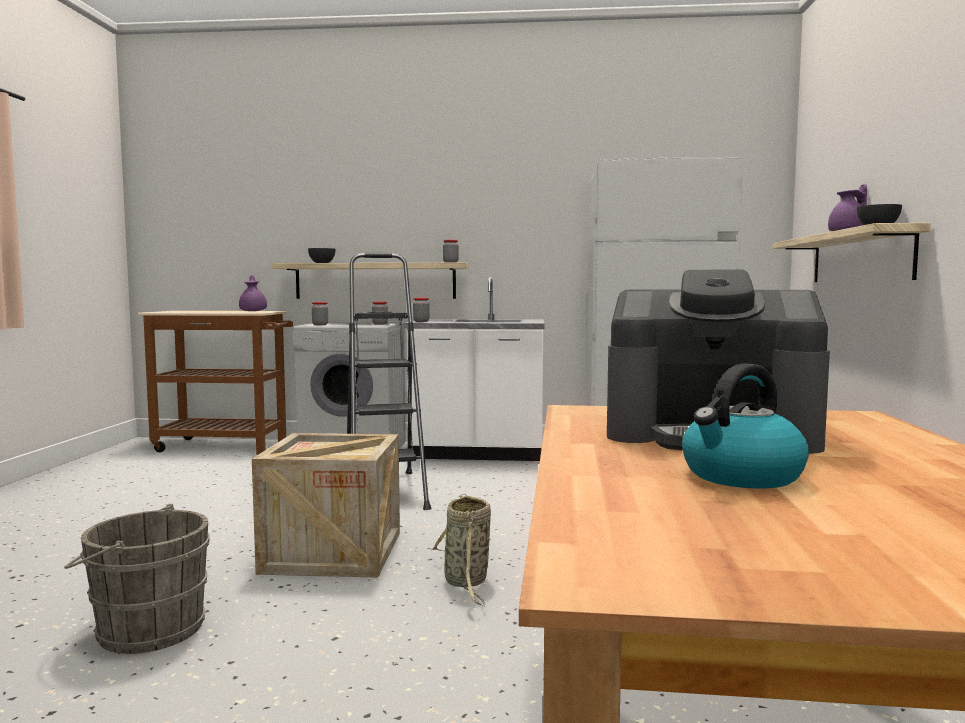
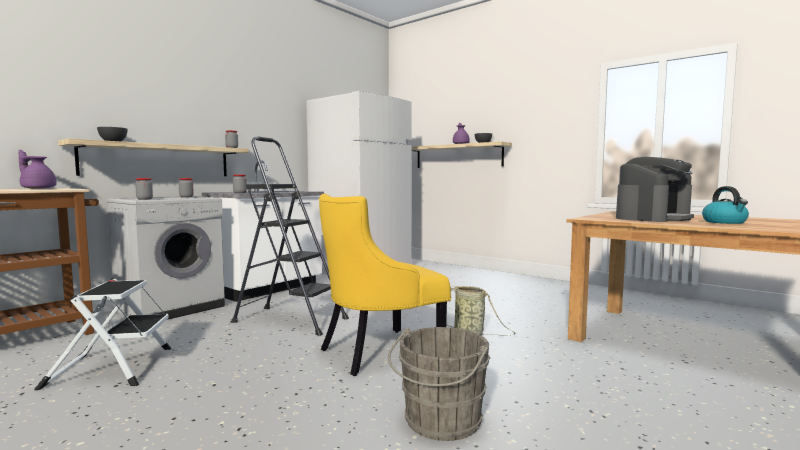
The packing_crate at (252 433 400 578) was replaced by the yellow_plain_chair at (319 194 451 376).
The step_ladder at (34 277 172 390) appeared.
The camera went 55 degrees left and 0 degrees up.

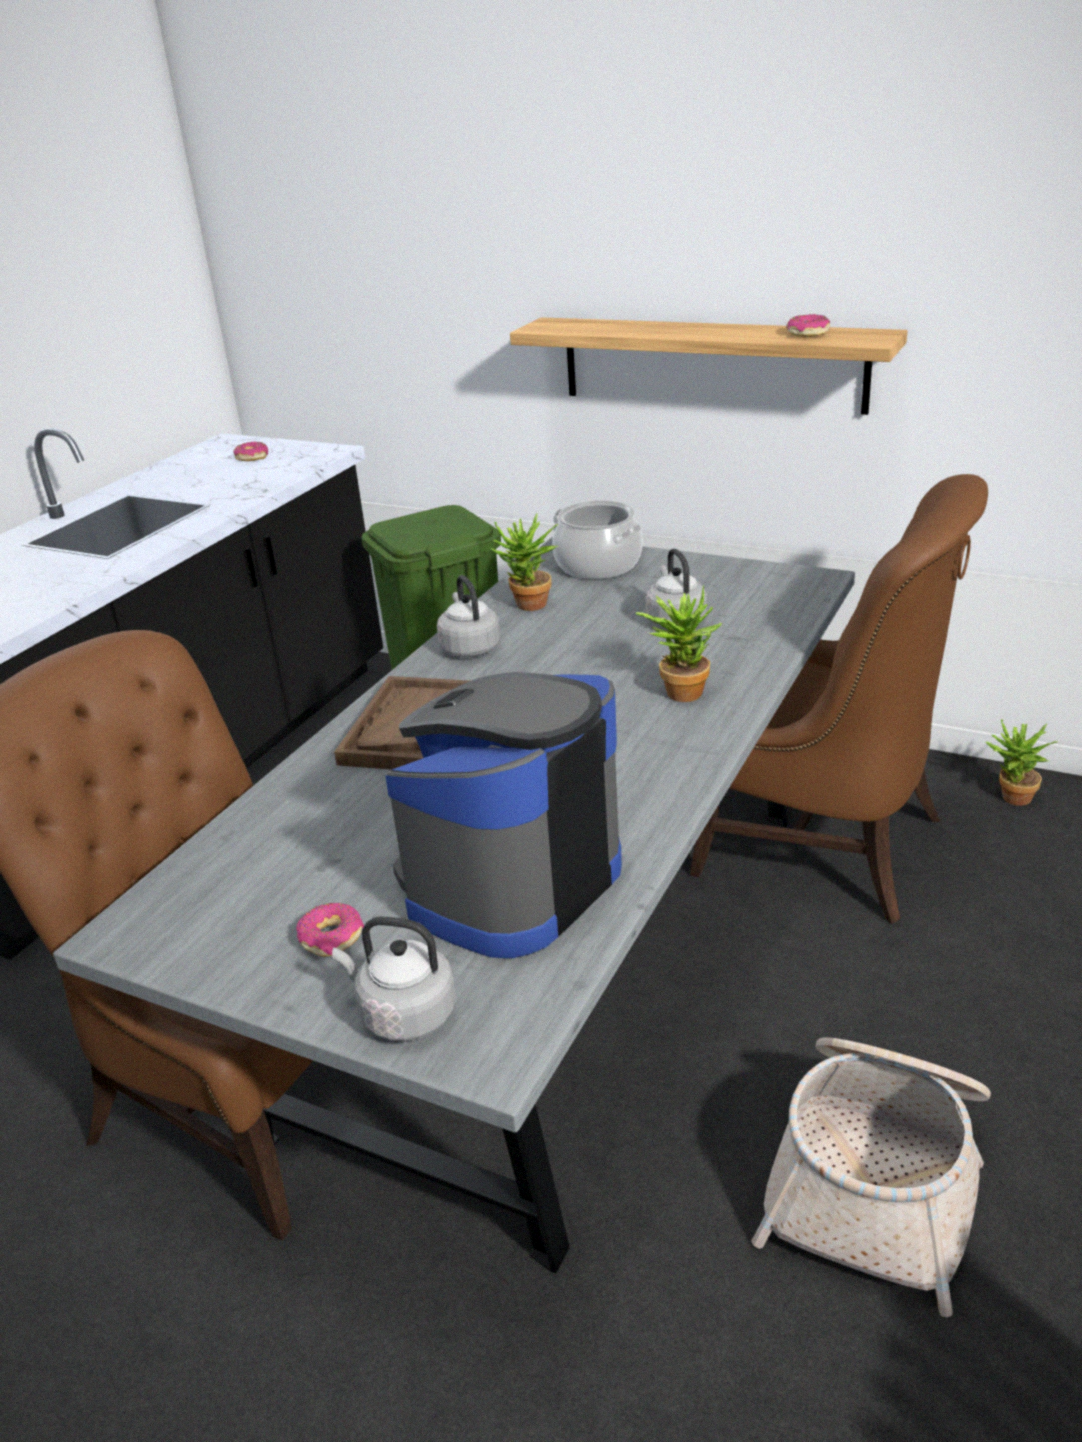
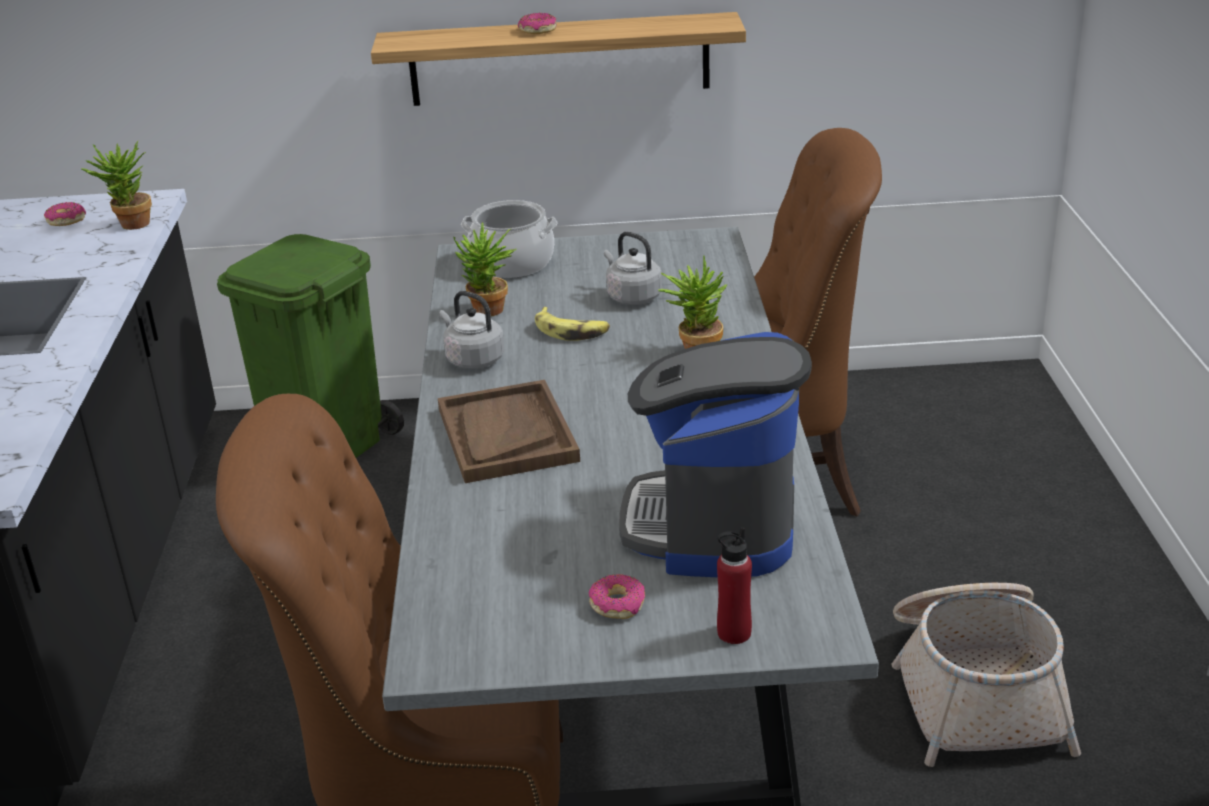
The gray_tea_kettle at (332 917 456 1041) was replaced by the red-coloured_beverage_bottle at (717 527 752 644).
The ring_doughnut moved from (786 314 830 337) to (518 13 557 34).
The plant_in_a_pot moved from (985 719 1057 806) to (81 141 152 230).
The whole_banana at (535 307 610 341) appeared.
The camera went 30 degrees left and 0 degrees up.

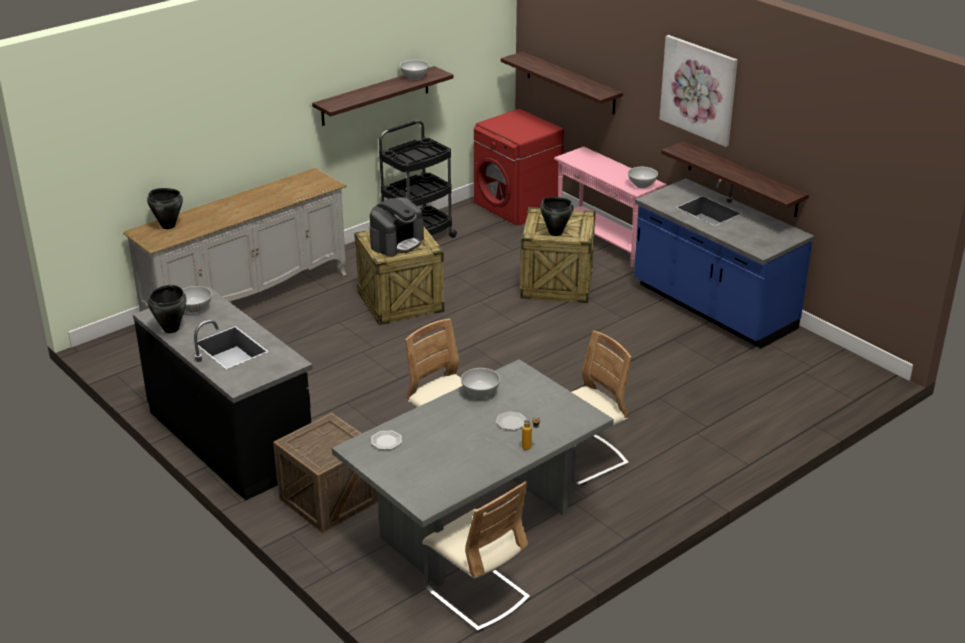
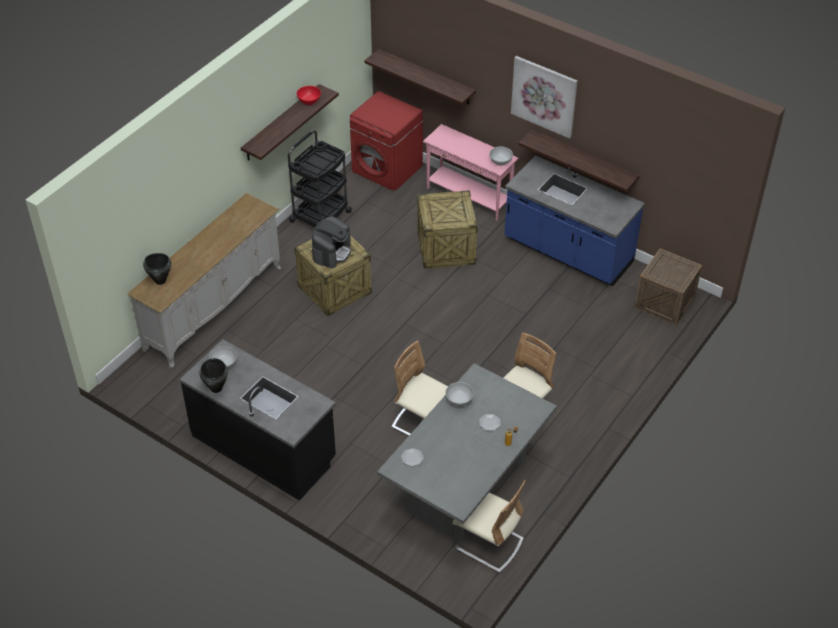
The packing_crate moved from (273 413 378 533) to (635 248 702 325).
The whitish_deep_dish at (400 60 430 80) became the red-coloured_deep_dish at (297 86 321 105).
The blackish_stockpot at (540 197 573 236) disappeared.
The camera went 15 degrees left and 15 degrees up.

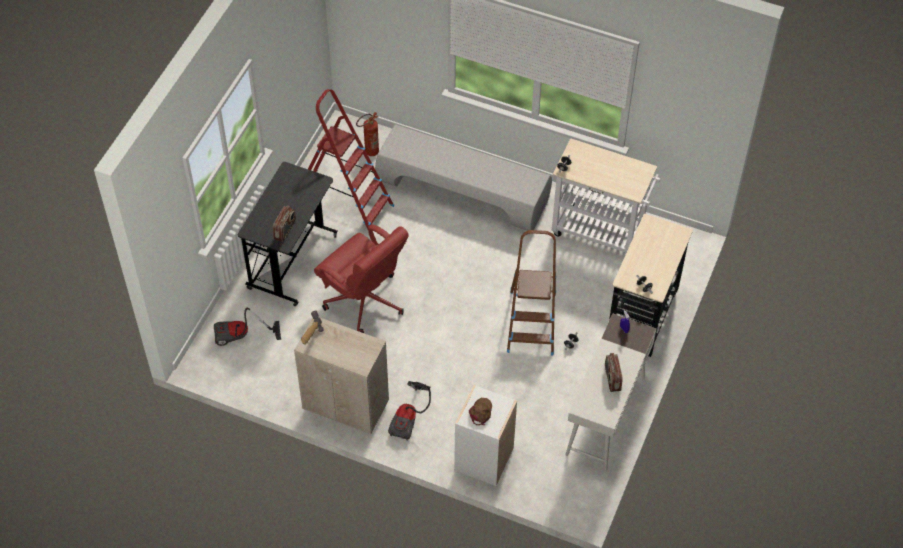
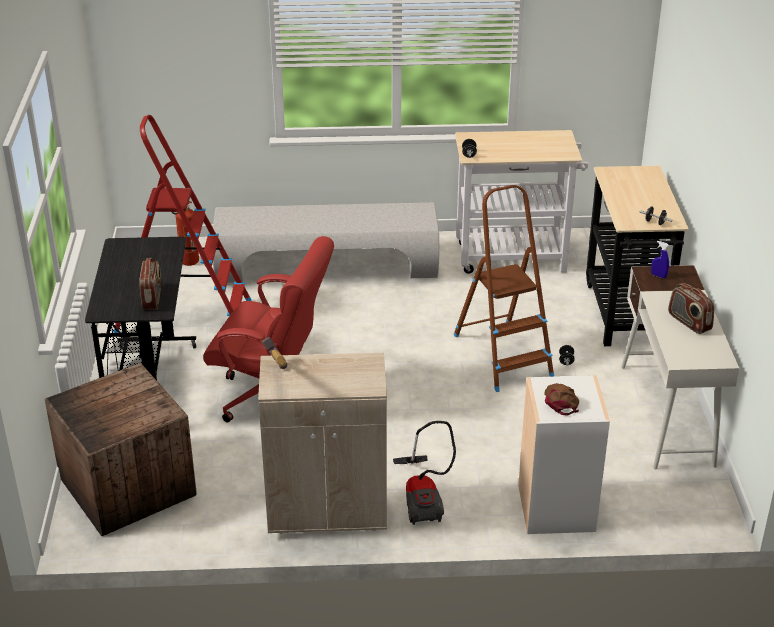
The vacuum at (214 307 281 346) was replaced by the packing_crate at (45 363 197 536).
The camera went 25 degrees left and 20 degrees down.

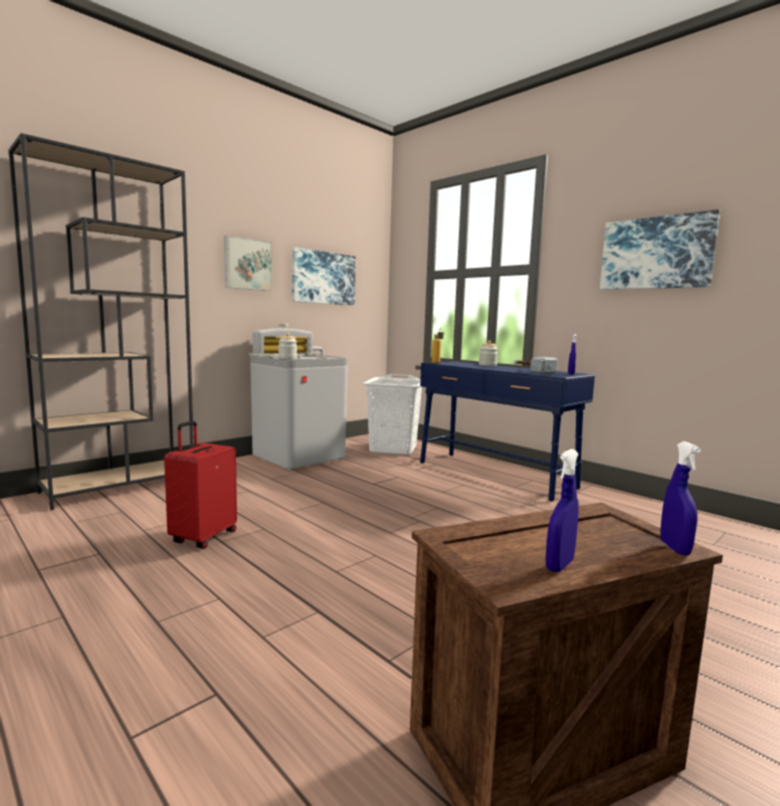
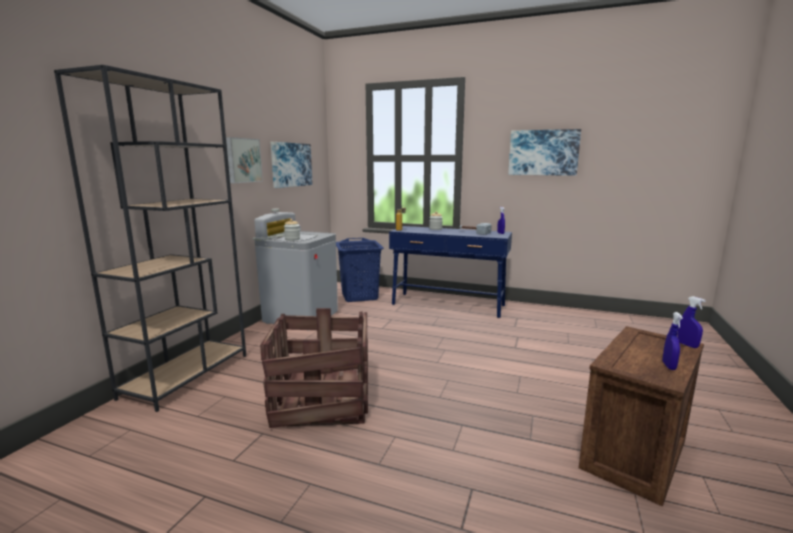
The red-coloured_piece_of_luggage at (164 421 237 549) was replaced by the packing_crate at (260 308 368 428).
The whitish_laundry_basket at (363 374 422 455) became the blue-coloured_laundry_basket at (336 238 384 302).
The camera went 25 degrees left and 5 degrees up.

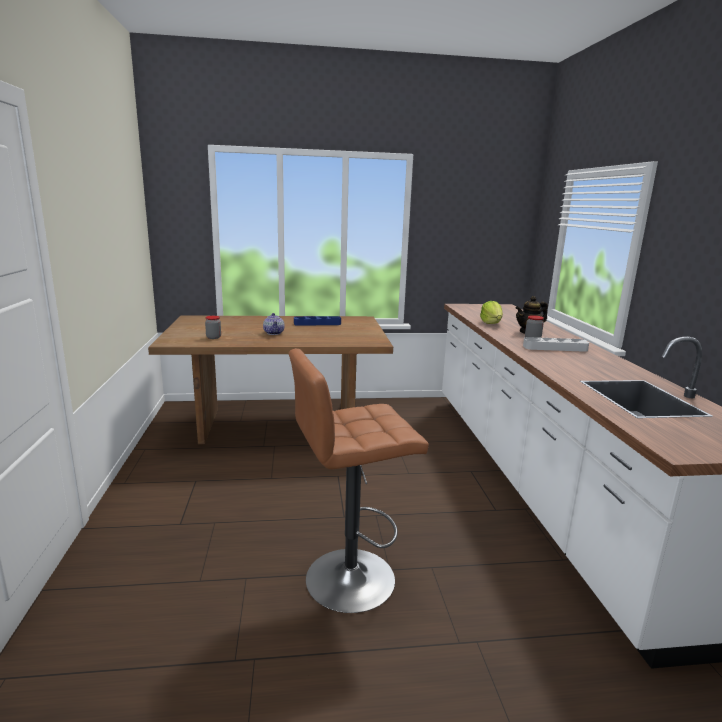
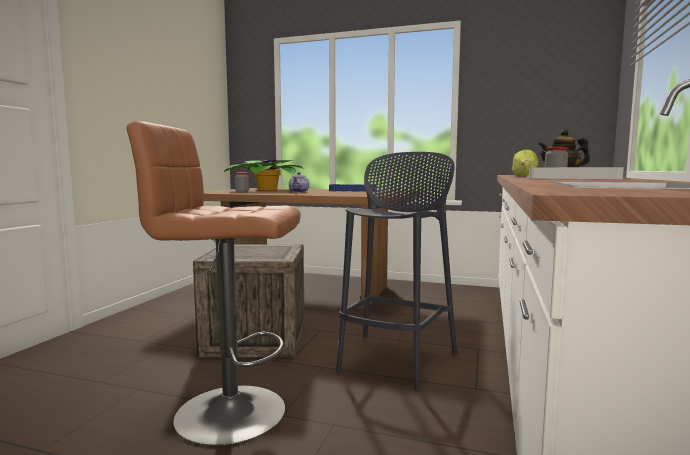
The packing_crate at (193 244 305 358) appeared.
The plant_in_a_pot at (224 160 304 190) appeared.
The gray_stool at (336 152 457 390) appeared.
The camera went 25 degrees right and 10 degrees down.

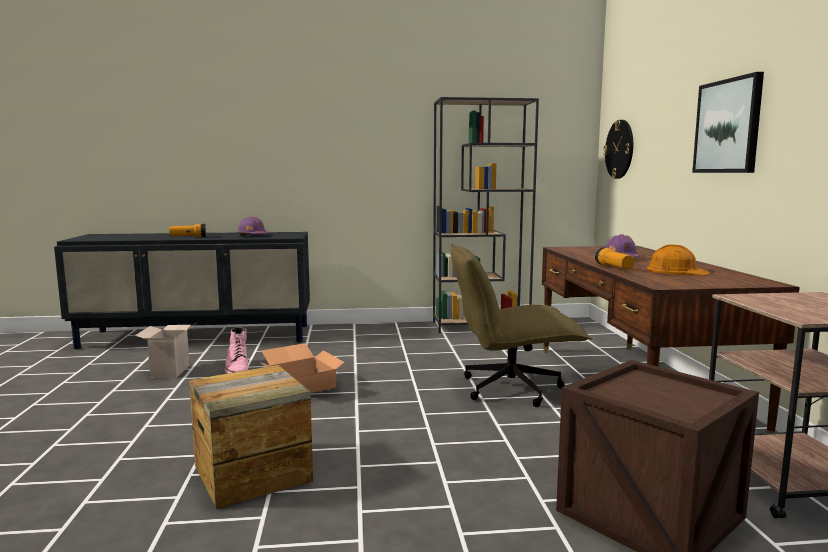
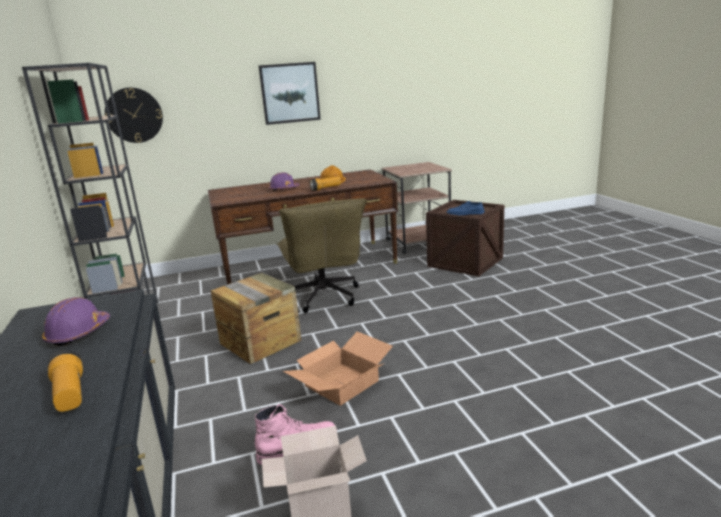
The packing_crate moved from (189 365 313 509) to (210 273 301 364).
The blue-coloured_item_of_footwear at (447 201 485 216) appeared.
The camera went 100 degrees left and 10 degrees up.

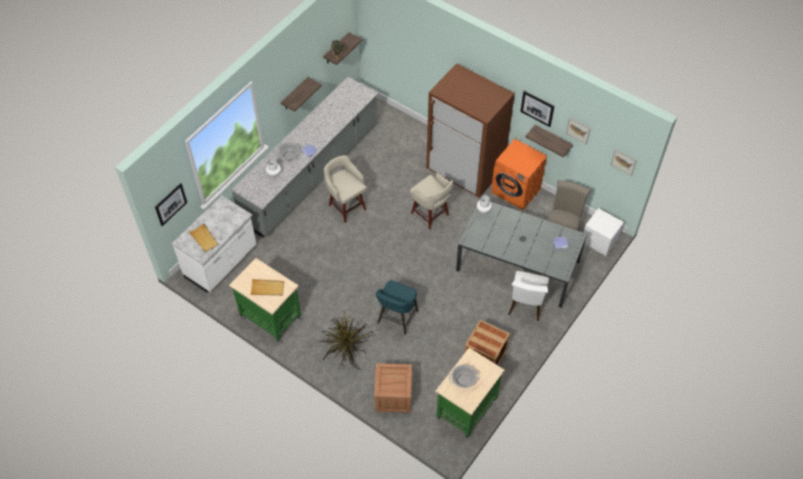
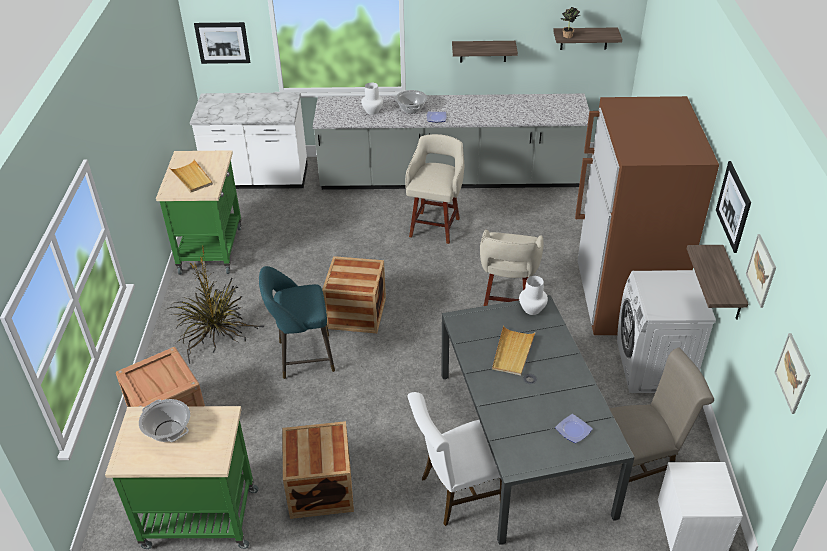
The beige-coloured_serving_tray moved from (188 223 218 253) to (492 325 536 376).
The orange-coloured_washing_machine at (492 139 547 210) became the whitish_washing_machine at (617 270 716 393).
The packing_crate at (322 256 386 333) appeared.
The camera went 55 degrees right and 15 degrees down.

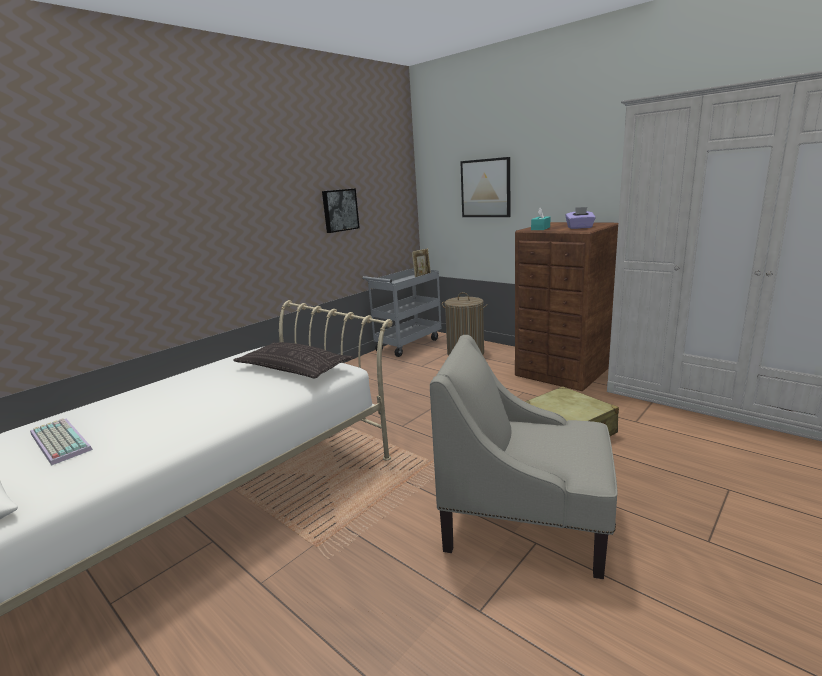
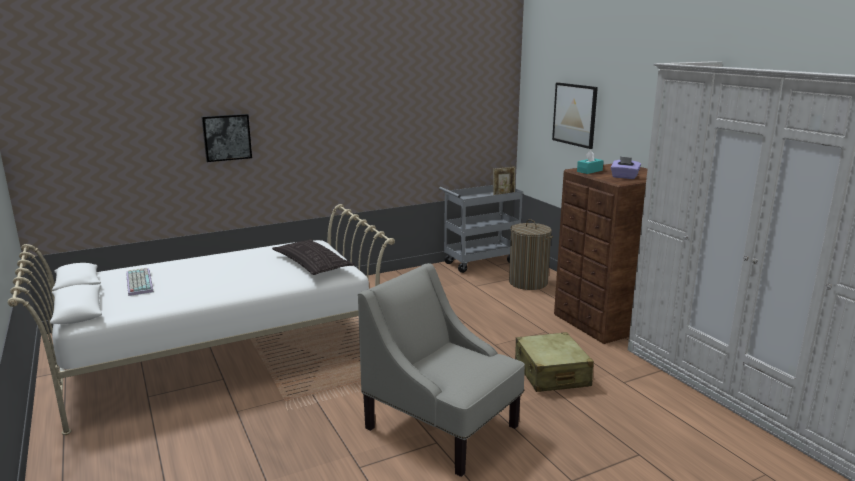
The wall_art moved from (322 188 360 233) to (202 114 252 162).
The camera went 20 degrees right and 0 degrees up.

